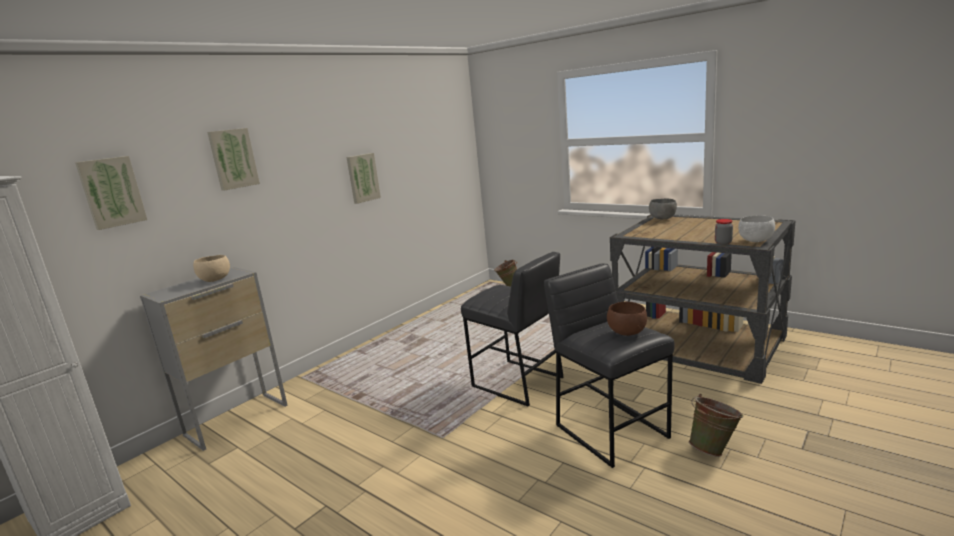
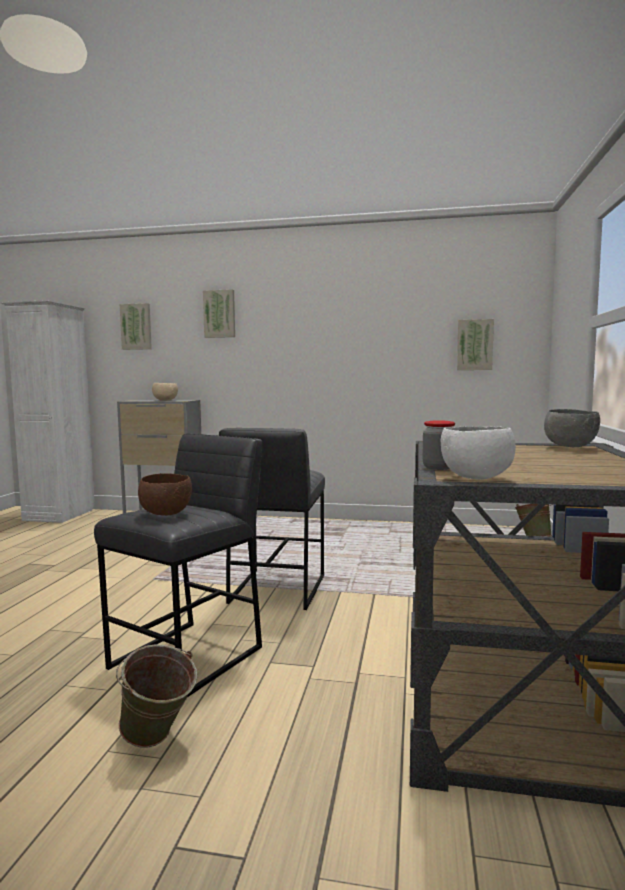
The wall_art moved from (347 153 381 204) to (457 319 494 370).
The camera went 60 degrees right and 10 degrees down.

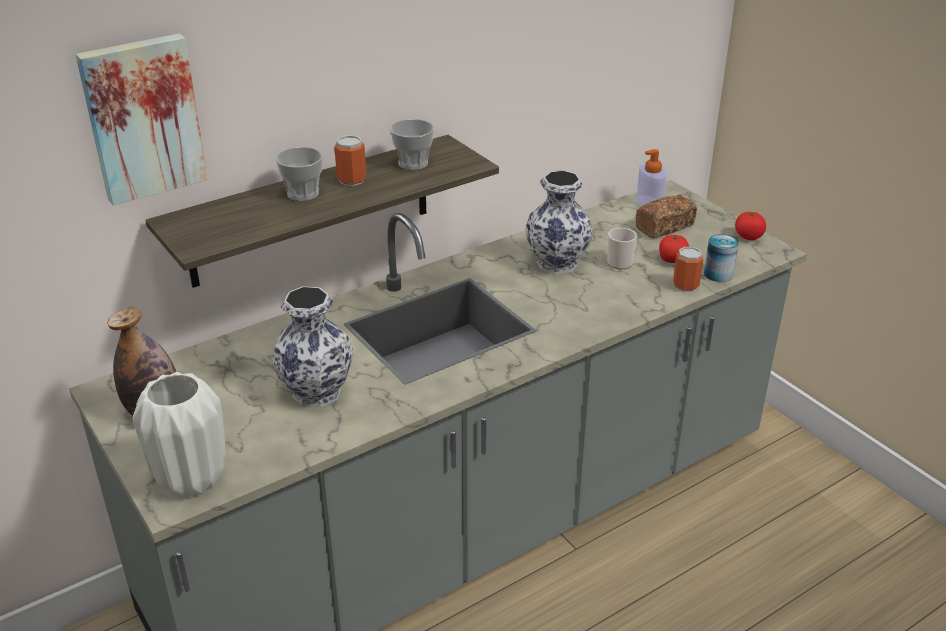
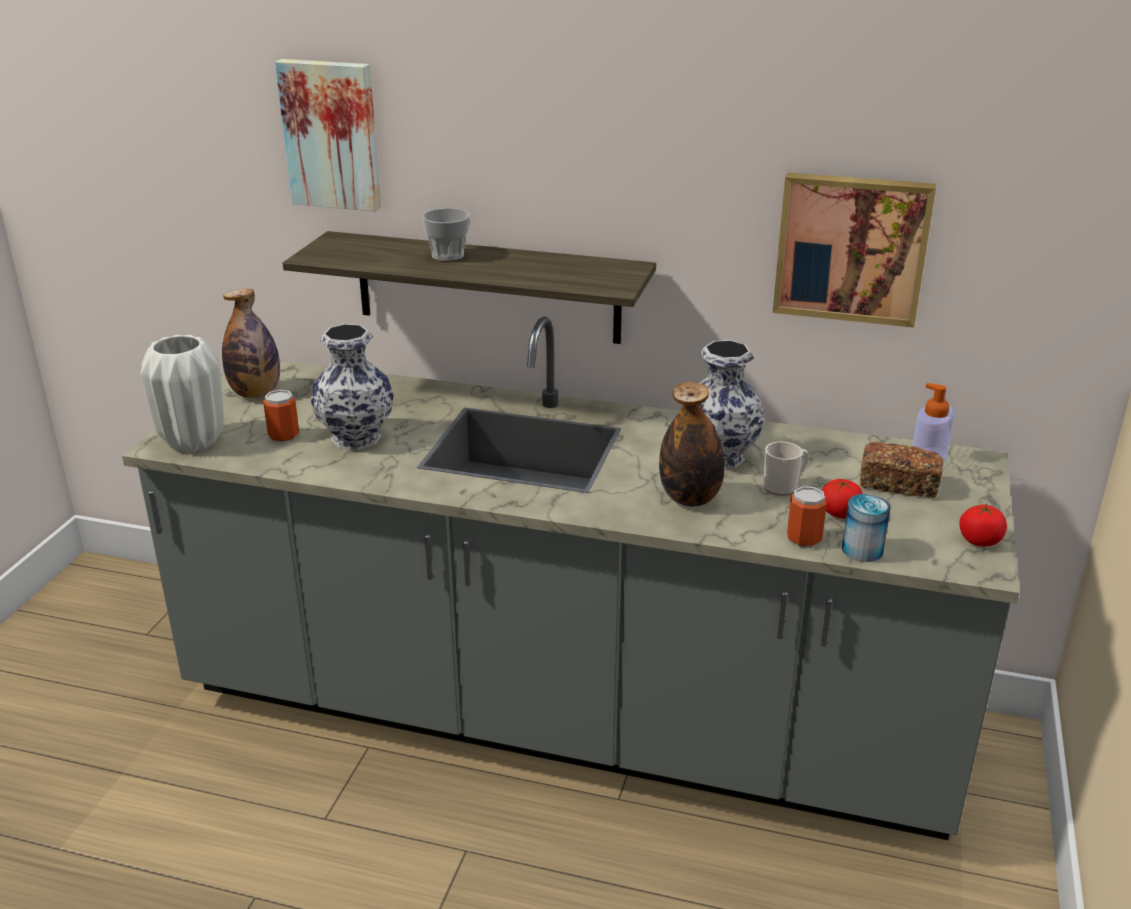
The sealed_can moved from (334 135 366 186) to (263 390 299 443).
The drinking_cup at (390 119 434 170) disappeared.
The beverage_bottle at (659 382 725 506) appeared.
The wall_art at (773 173 936 327) appeared.
The camera went 50 degrees right and 5 degrees down.

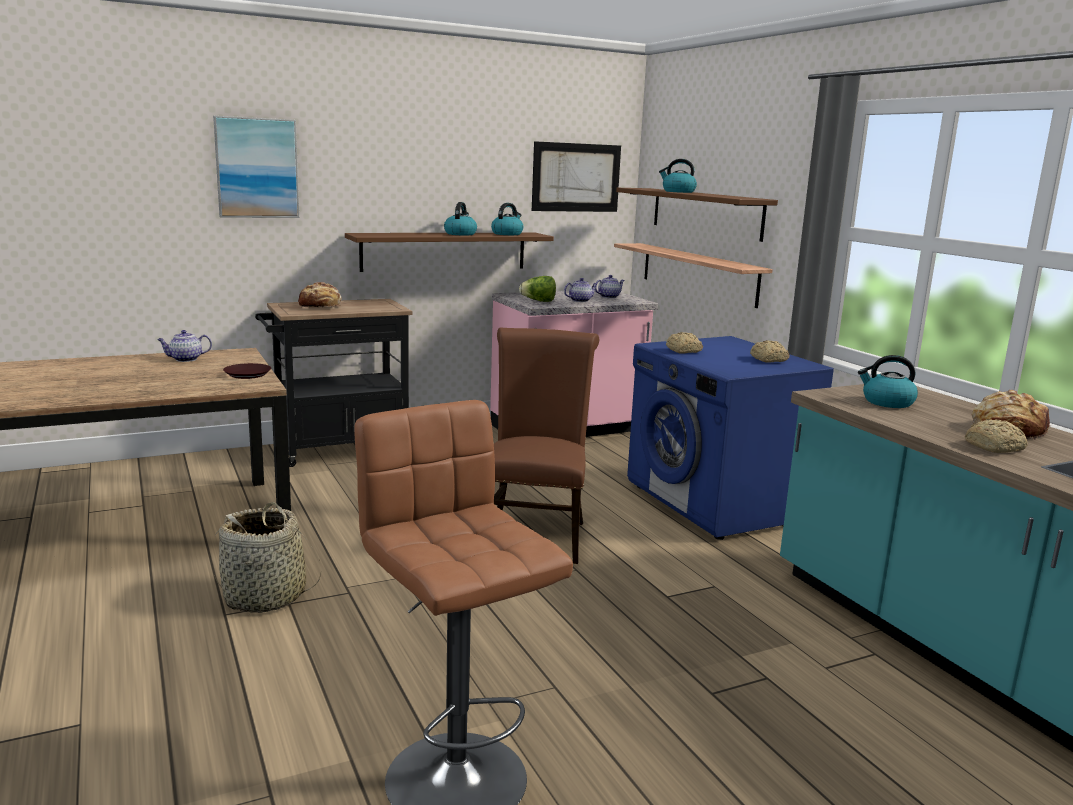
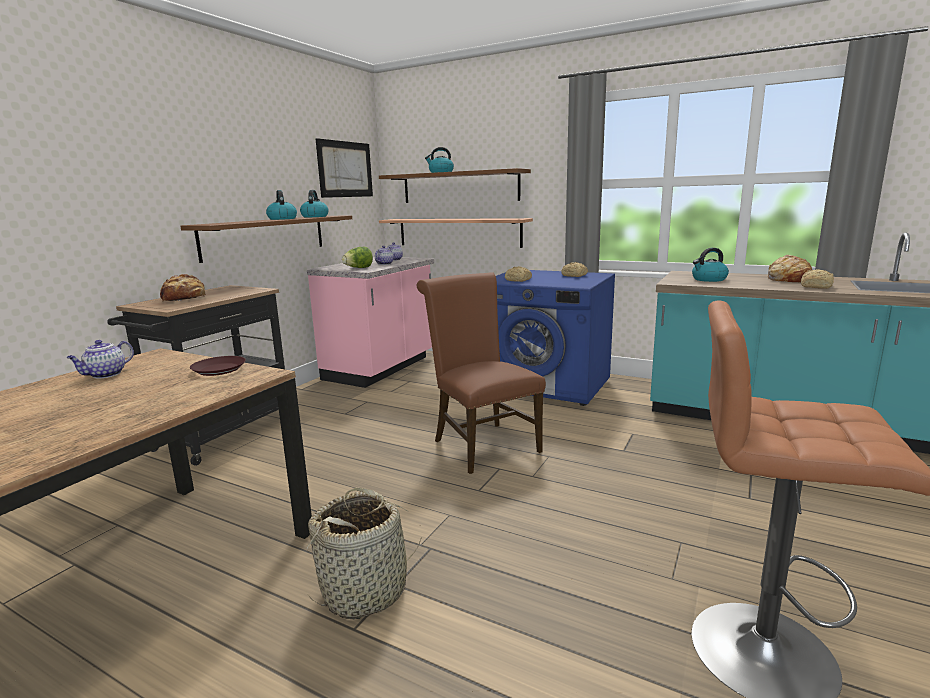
The wall_art at (213 116 299 218) disappeared.
The camera went 35 degrees left and 0 degrees up.

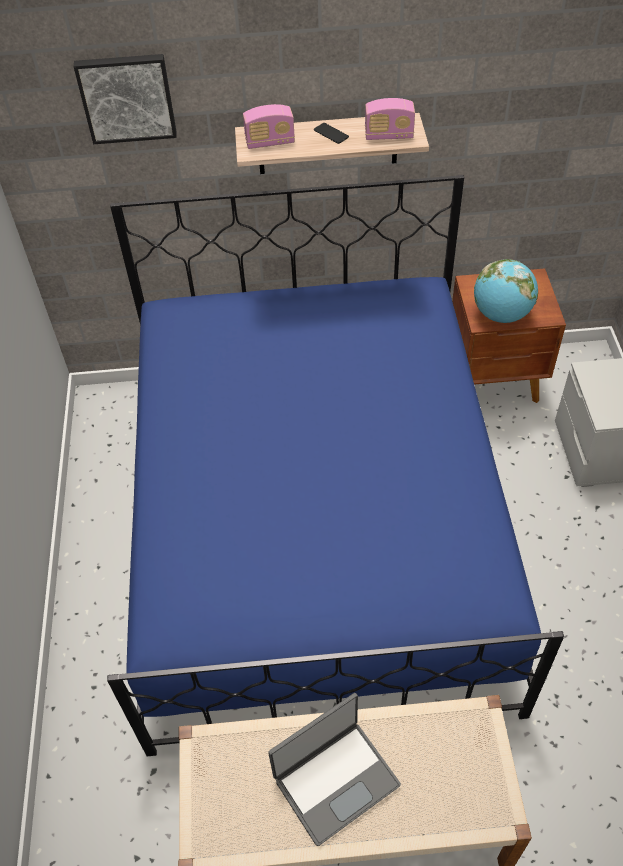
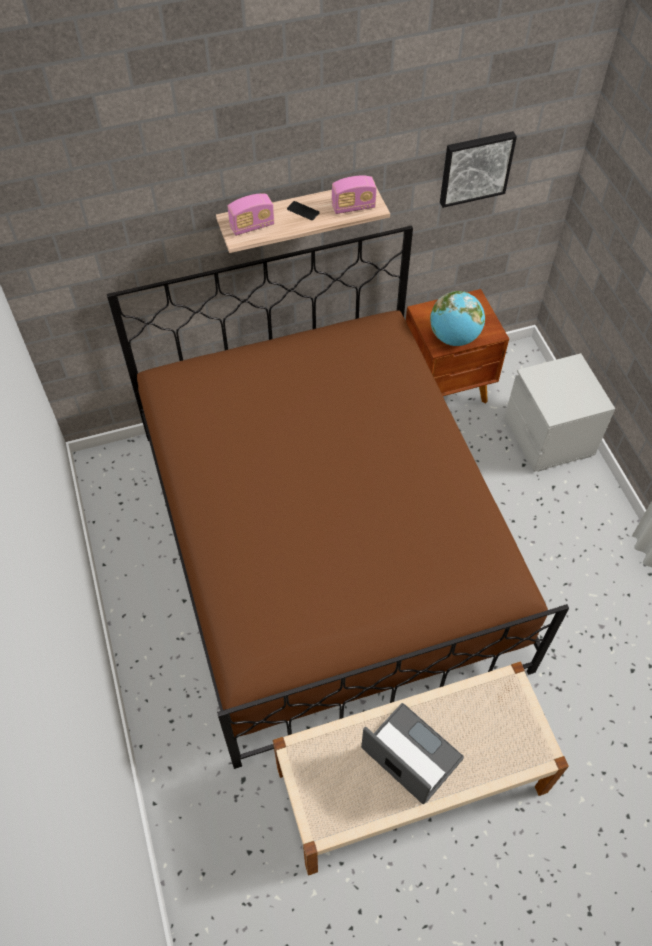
The wall_art moved from (73 54 177 144) to (440 131 517 208).
The blue-coloured_sleeping_bed at (107 175 564 756) became the brown_sleeping_bed at (107 225 569 769).
The portable_computer at (268 693 401 846) turned 90 degrees counterclockwise.
The camera went 15 degrees left and 5 degrees up.

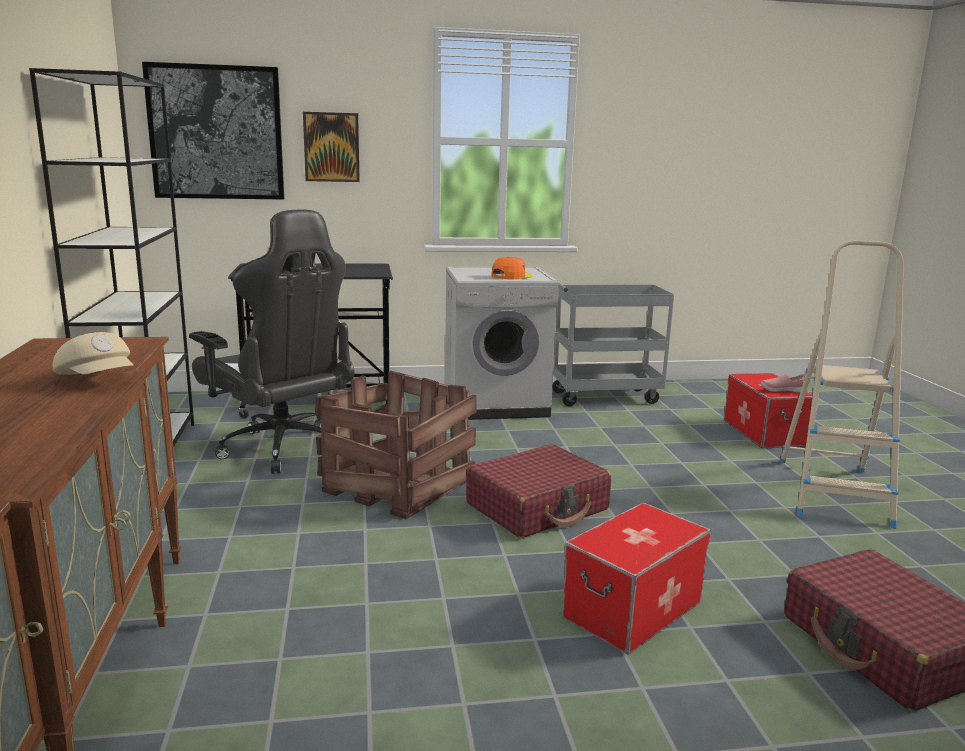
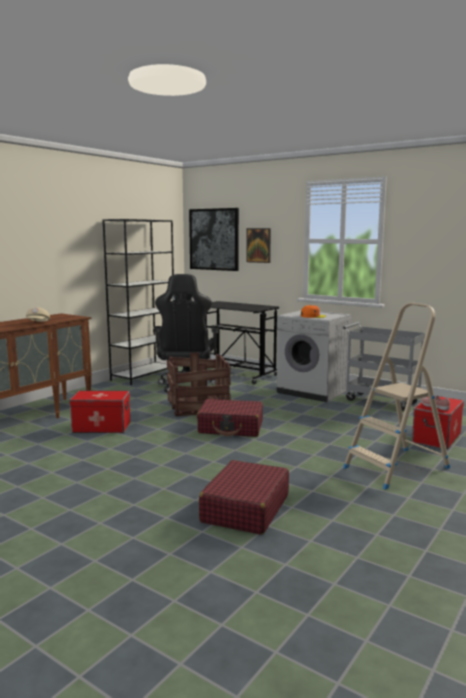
The storage_box moved from (562 503 711 655) to (69 391 130 433).
The camera went 45 degrees right and 5 degrees down.

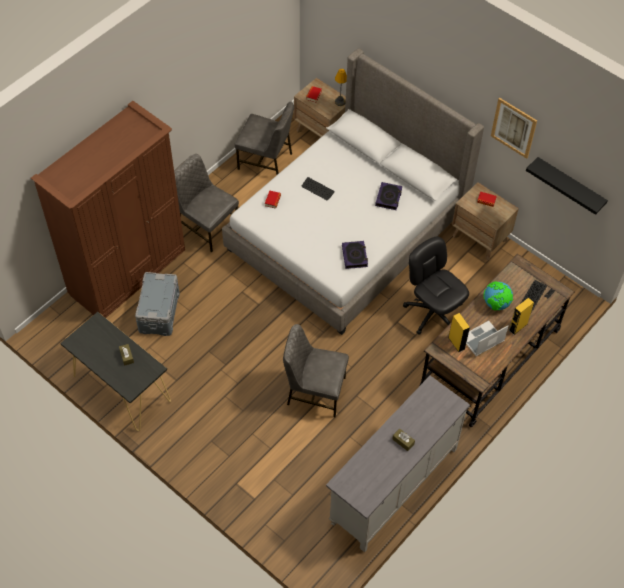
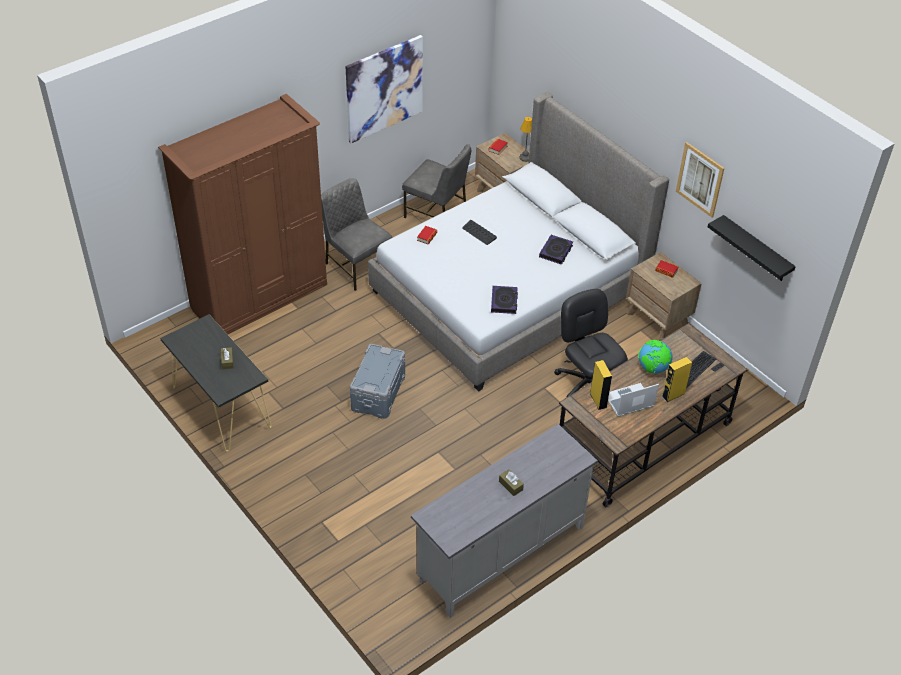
The gray_storage_box moved from (135 272 180 336) to (350 344 405 419).
The gray_plain_chair at (283 324 349 417) disappeared.
The wall_art at (345 35 423 143) appeared.
The camera went 10 degrees right and 10 degrees down.

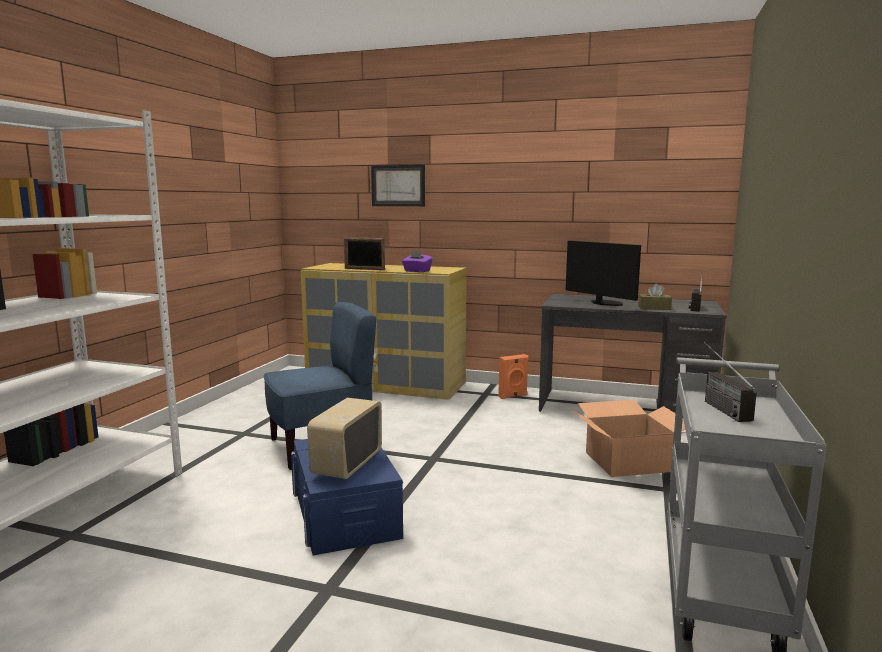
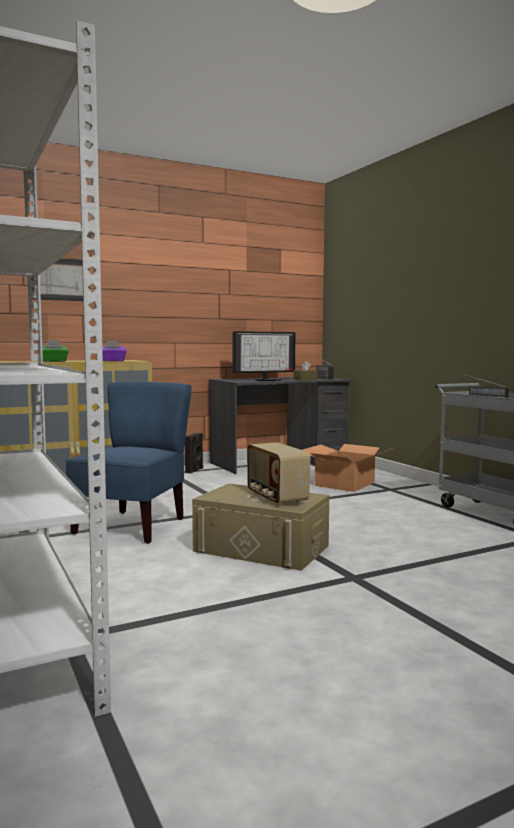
The blue-coloured_storage_box at (291 439 403 556) became the beige-coloured_storage_box at (192 484 329 571).
The standing_frame at (344 237 385 270) was replaced by the greenish_box_of_tissues at (42 340 69 362).
The orange-coloured_speaker at (498 354 529 399) became the blackish_speaker at (185 433 203 474).
The monitor at (566 240 641 306) turned 150 degrees clockwise.
The camera went 45 degrees left and 5 degrees down.

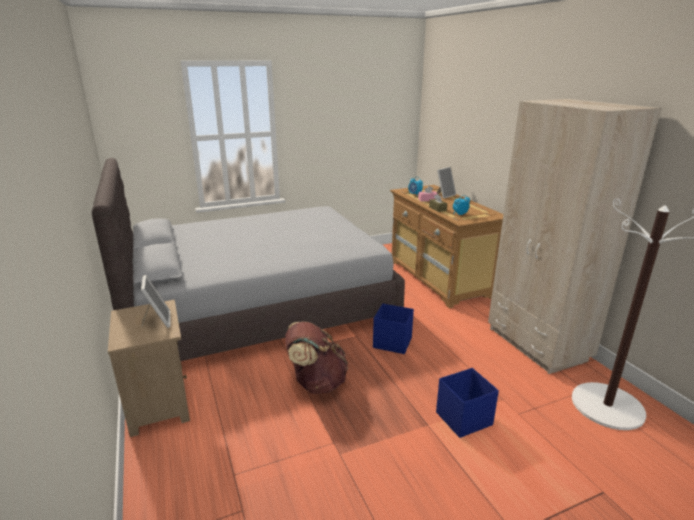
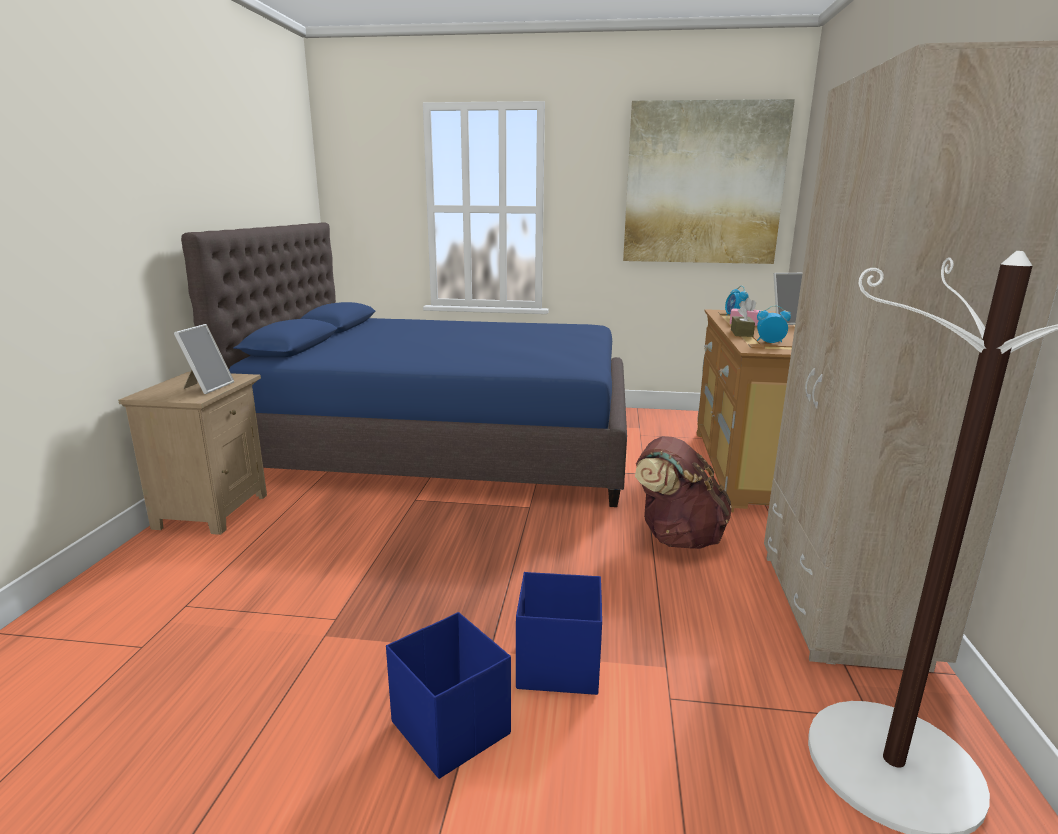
The gray_sleeping_bed at (92 158 405 361) became the blue-coloured_sleeping_bed at (181 222 627 507).
The brown_backpack moved from (285 322 348 394) to (635 436 732 549).
The blue-coloured_storage_box moved from (373 304 414 354) to (386 612 511 779).
The wall_art at (623 99 795 264) appeared.
The camera went 30 degrees right and 5 degrees down.

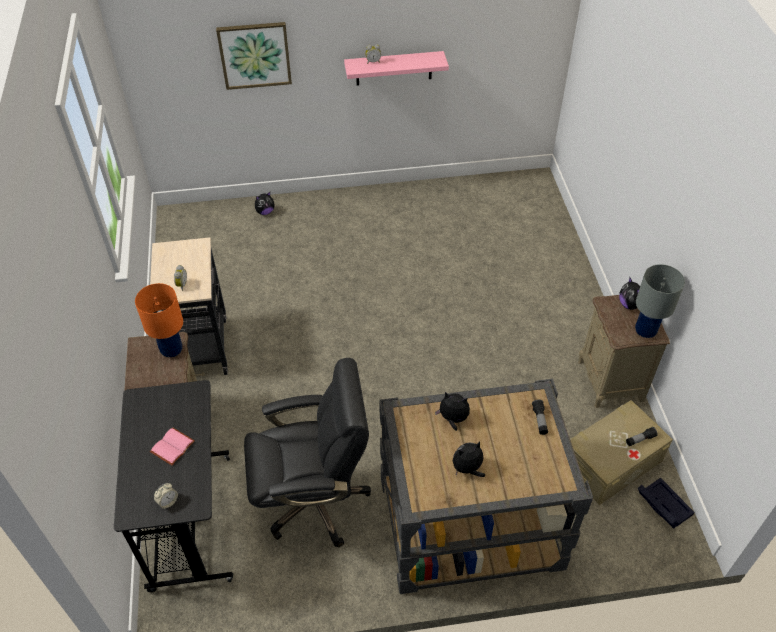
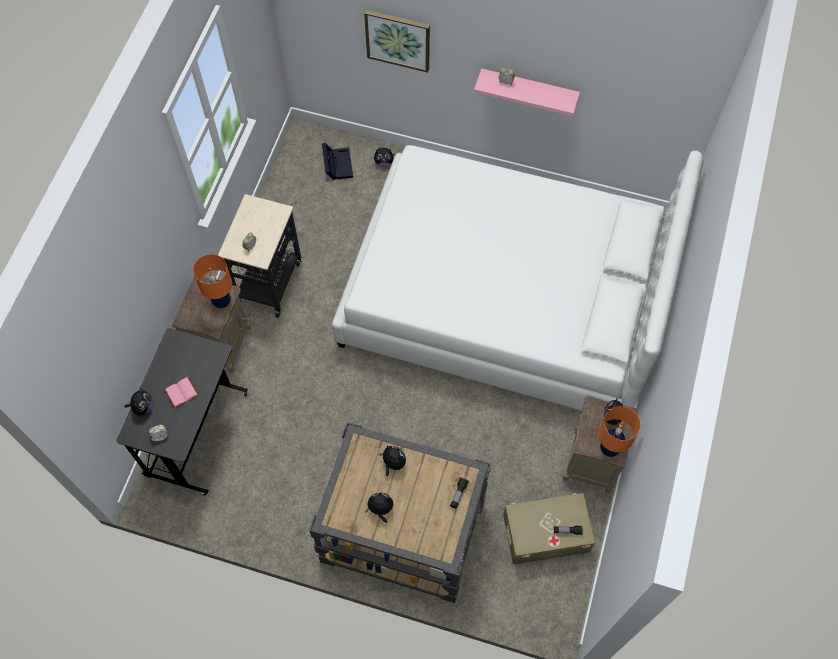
The blackish_desk_chair at (244 358 371 547) disappeared.
The gray_tabletop_lamp at (635 264 685 338) became the orange-coloured_tabletop_lamp at (599 406 641 457).
The blackish_storage_box moved from (638 478 695 529) to (322 143 353 180).
The plush_toy at (125 388 152 416) appeared.
The whitish_sleeping_bed at (332 145 704 411) appeared.
The camera went 25 degrees right and 15 degrees up.

